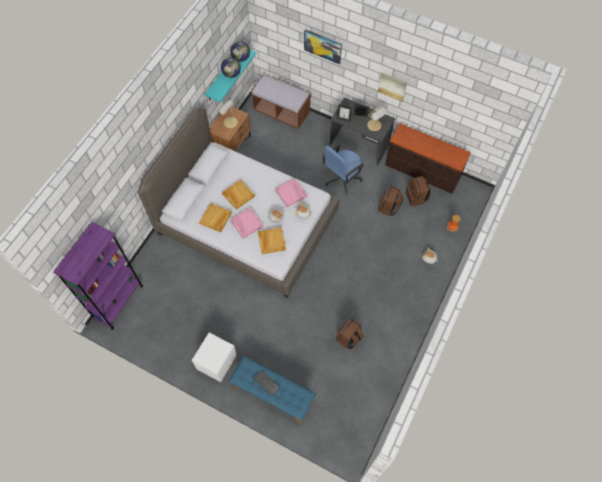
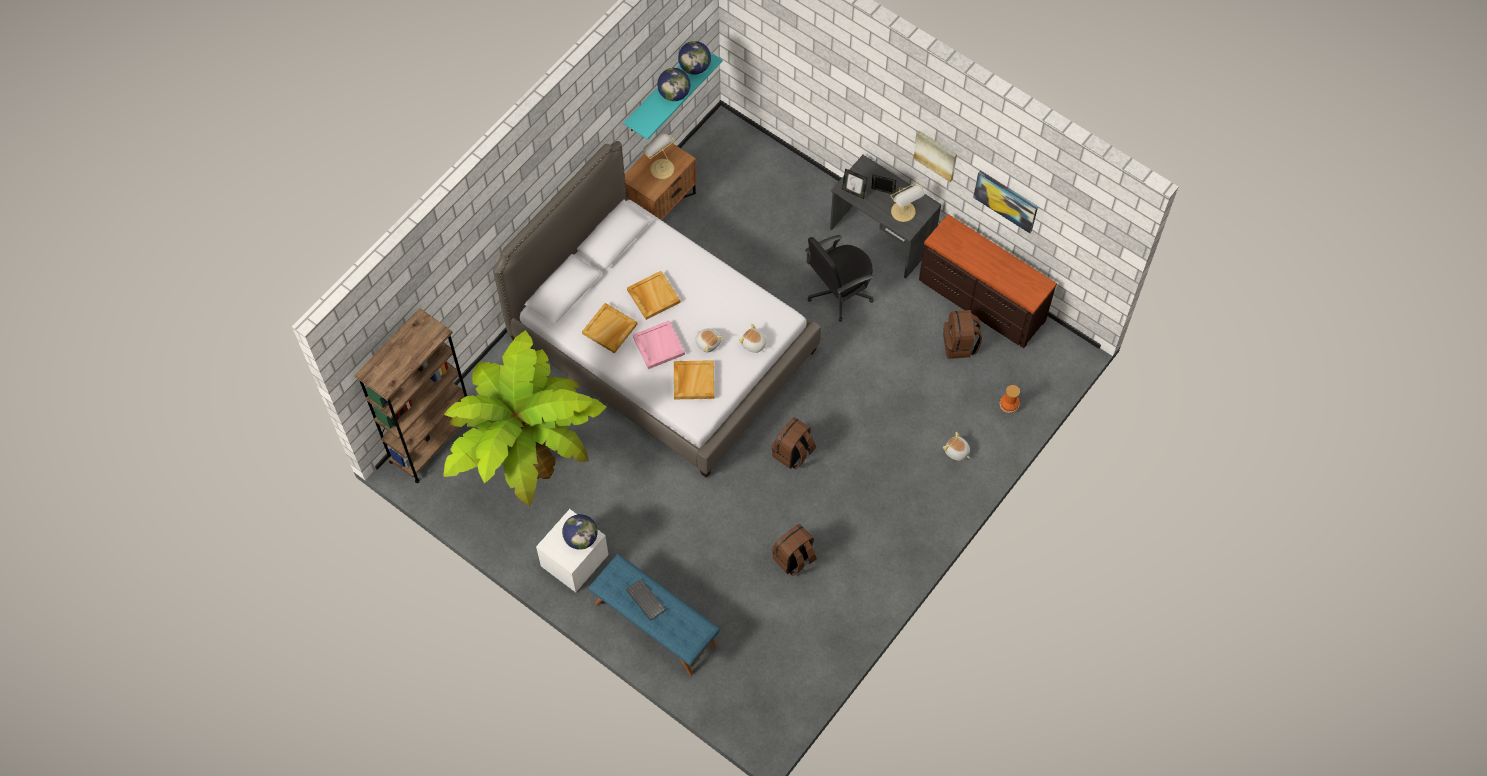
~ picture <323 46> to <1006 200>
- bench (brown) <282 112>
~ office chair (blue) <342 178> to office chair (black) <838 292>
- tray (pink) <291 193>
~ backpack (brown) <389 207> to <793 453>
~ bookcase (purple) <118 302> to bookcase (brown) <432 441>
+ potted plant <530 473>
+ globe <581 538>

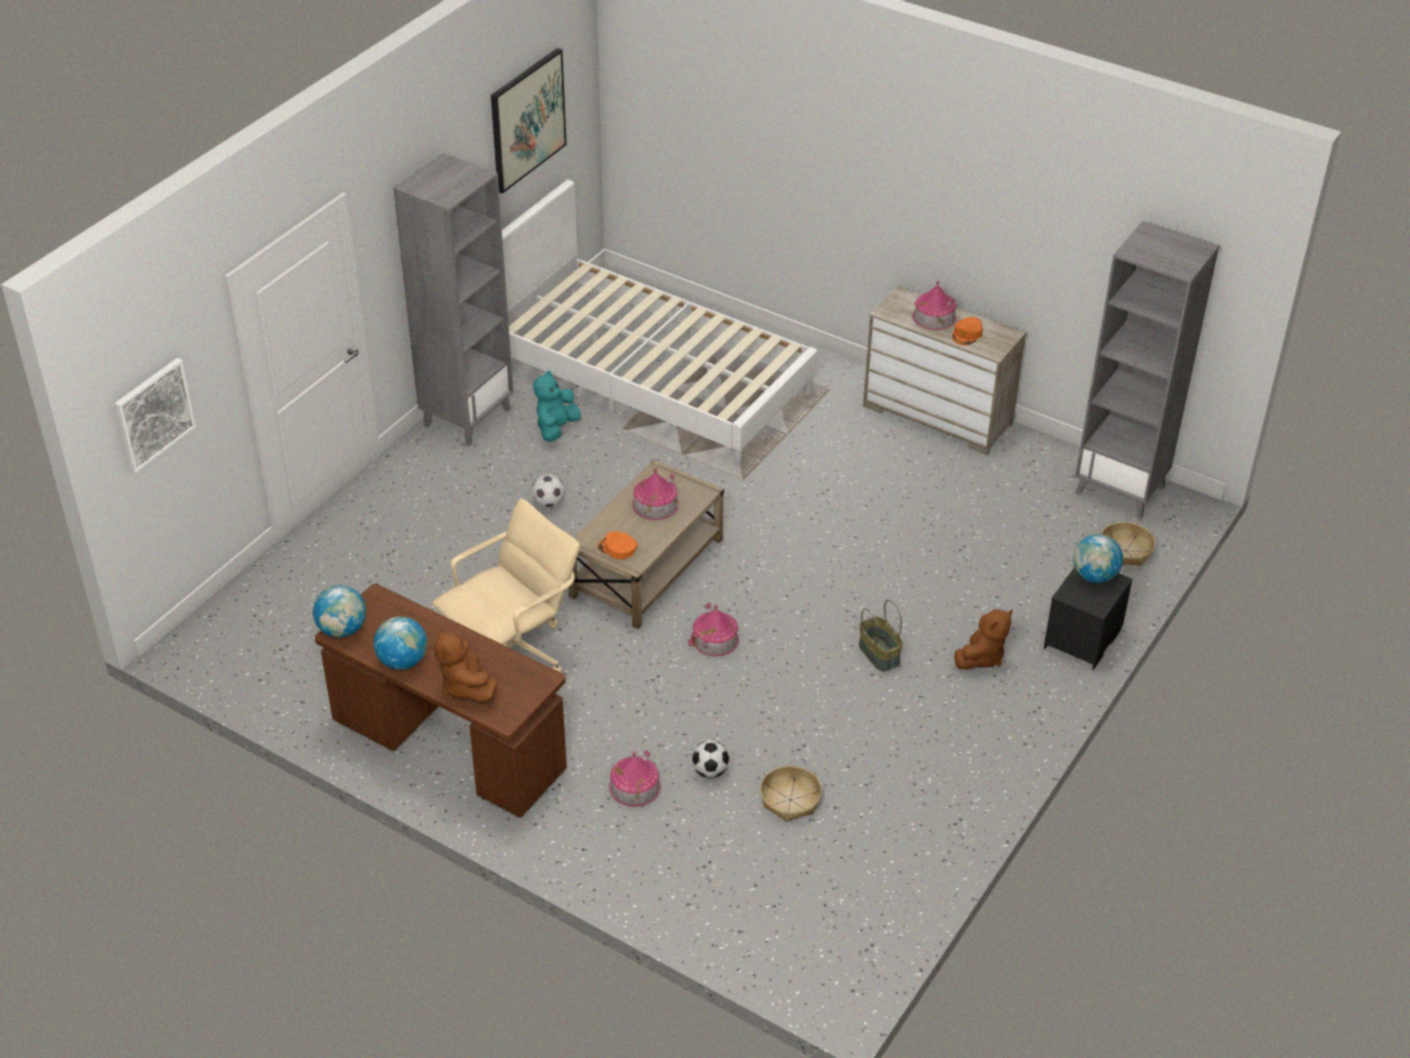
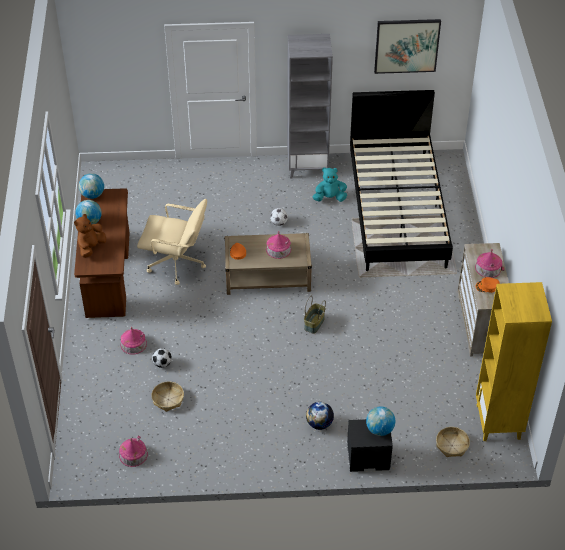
~ bed (white) <650 378> to bed (black) <397 208>
~ bookcase (grey) <1121 489> to bookcase (yellow) <498 422>
- picture <154 414>
~ basket <880 654> to <314 324>
~ toy house <715 639> to <133 455>
~ plush toy (brown) <981 657> to globe <319 423>

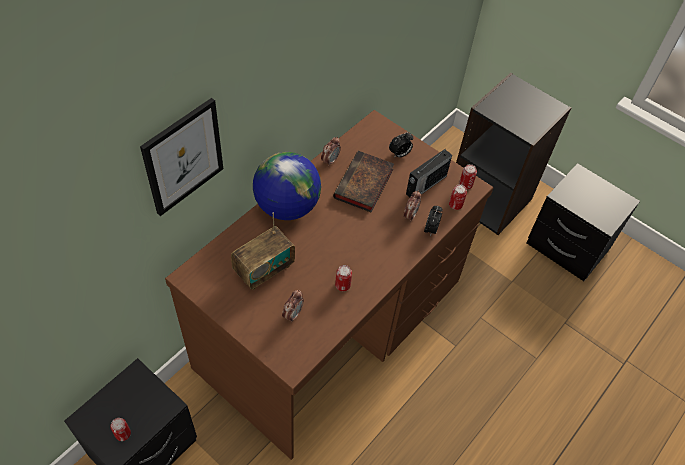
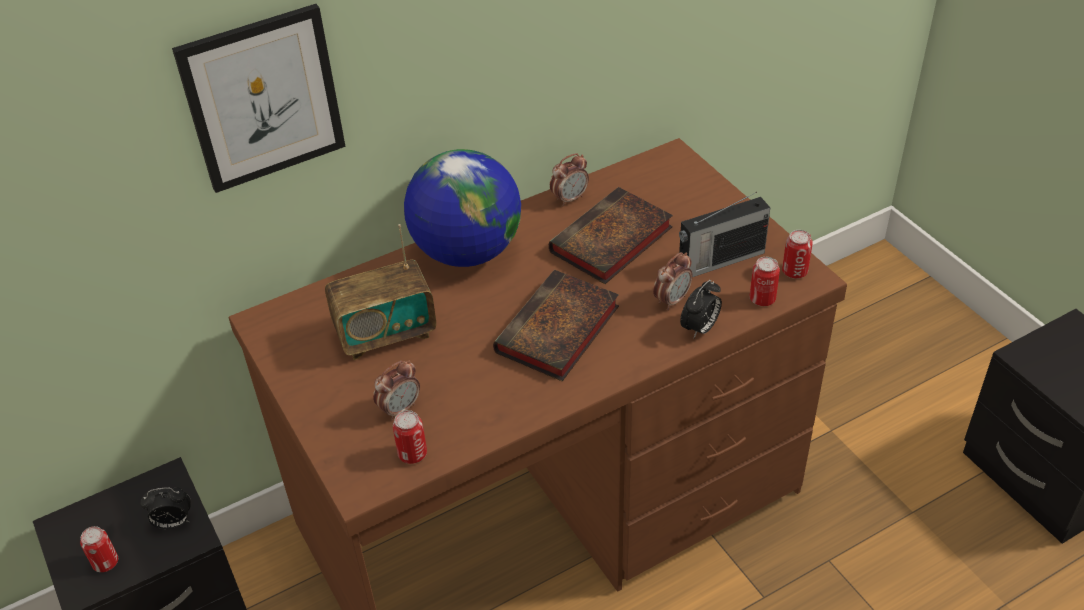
- bookcase (black) <489 199>
~ alarm clock <399 154> to <173 523>
~ can <342 285> to <412 454>
+ book <557 332>

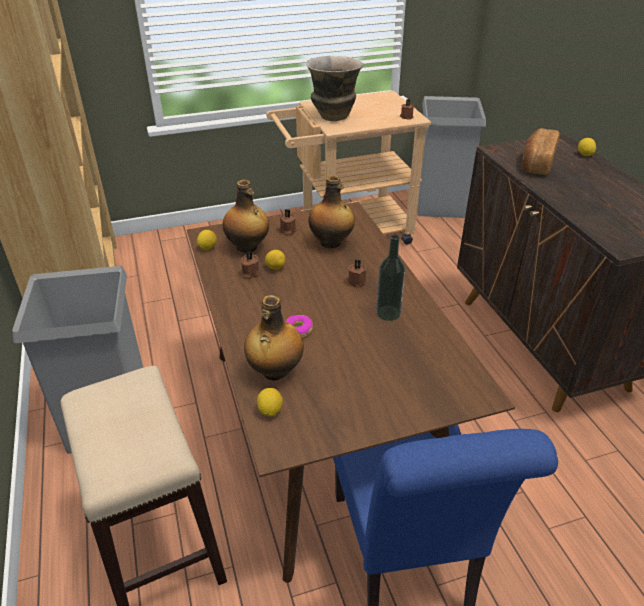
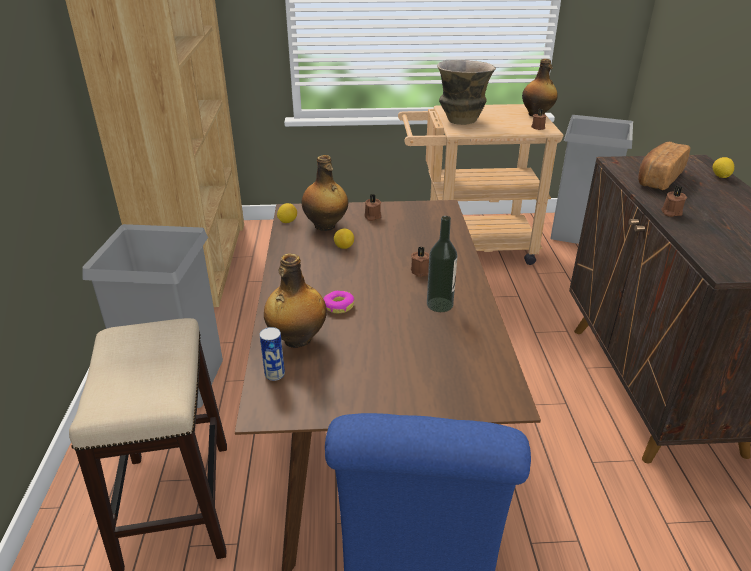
~ bottle <331 243> to <537 115>
~ candle (brown) <249 273> to <670 212>
~ lemon <270 410> to can <274 374>

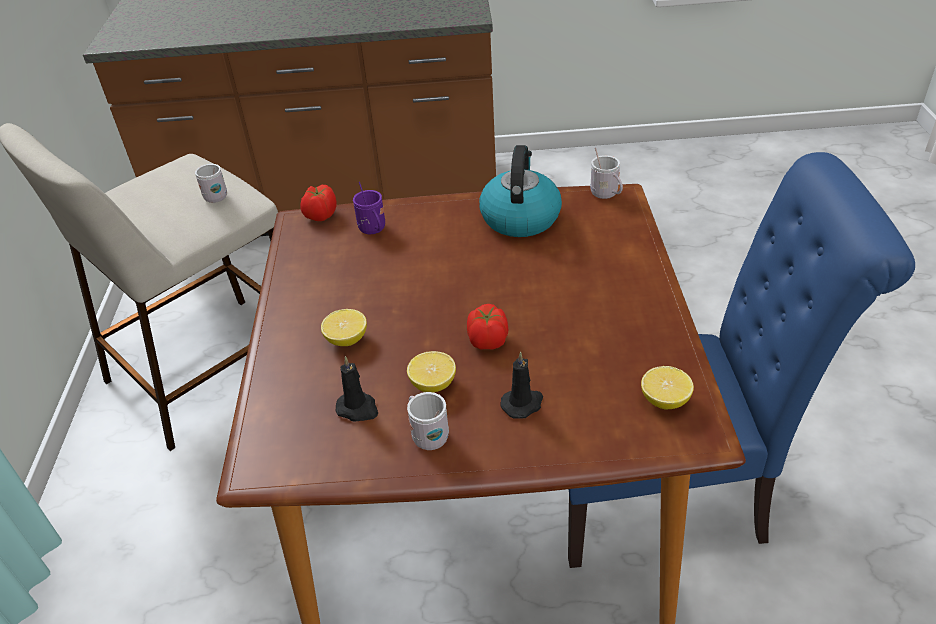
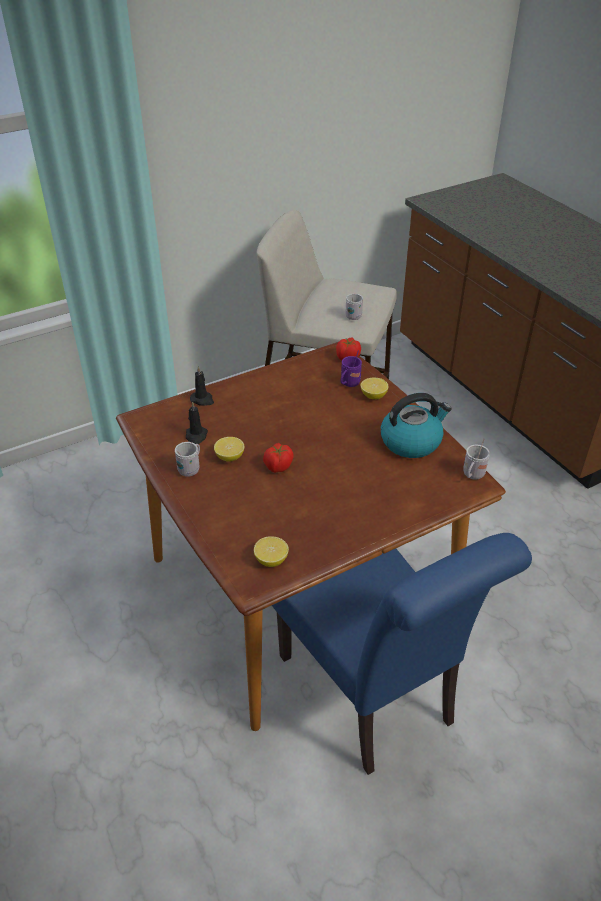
~ lemon <346 340> to <373 396>
~ candle (black) <523 404> to <202 400>

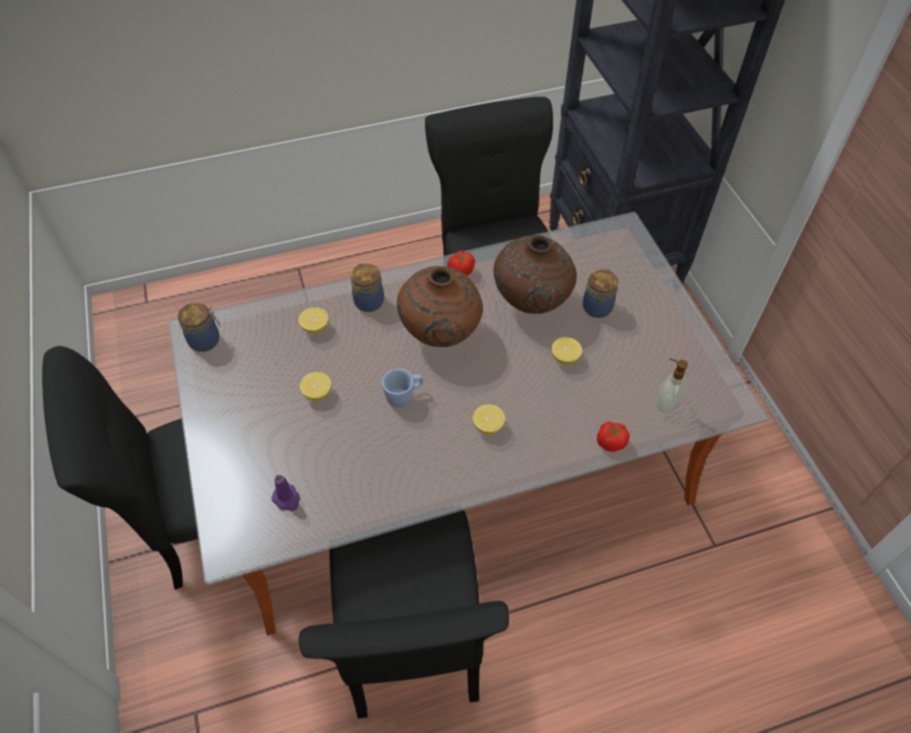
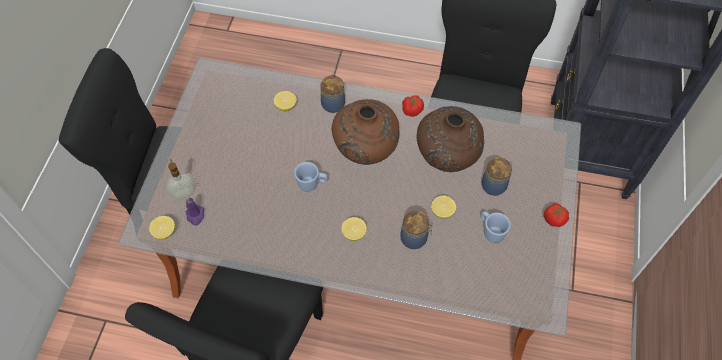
~ jar <206 340> to <415 238>
~ soap dispenser <665 403> to <184 193>
~ lemon <317 393> to <164 232>
~ tomato <610 442> to <554 219>
+ mug (blue) <491 231>

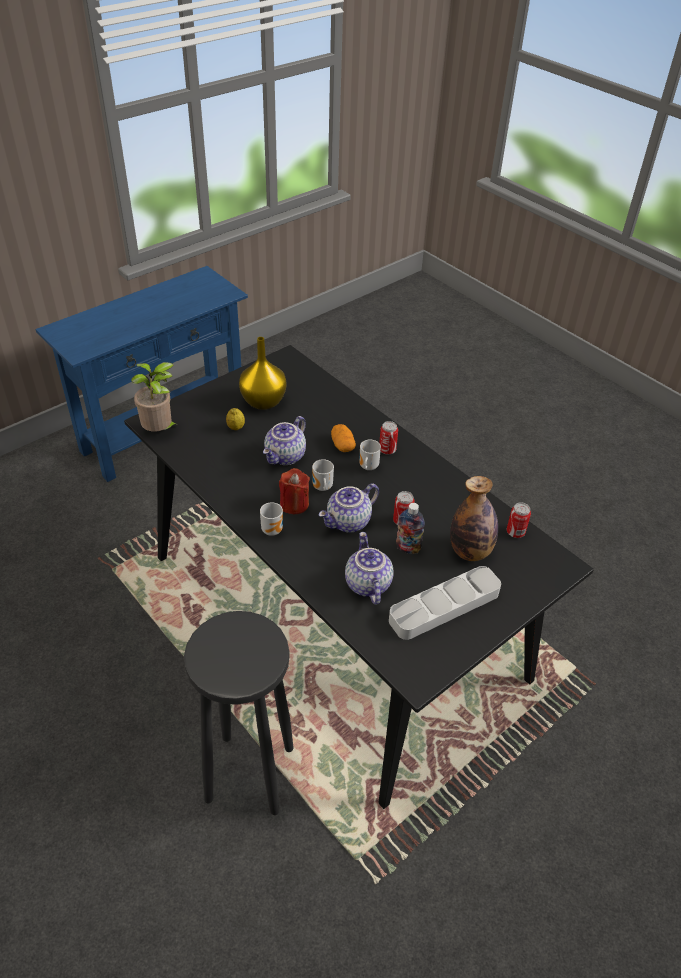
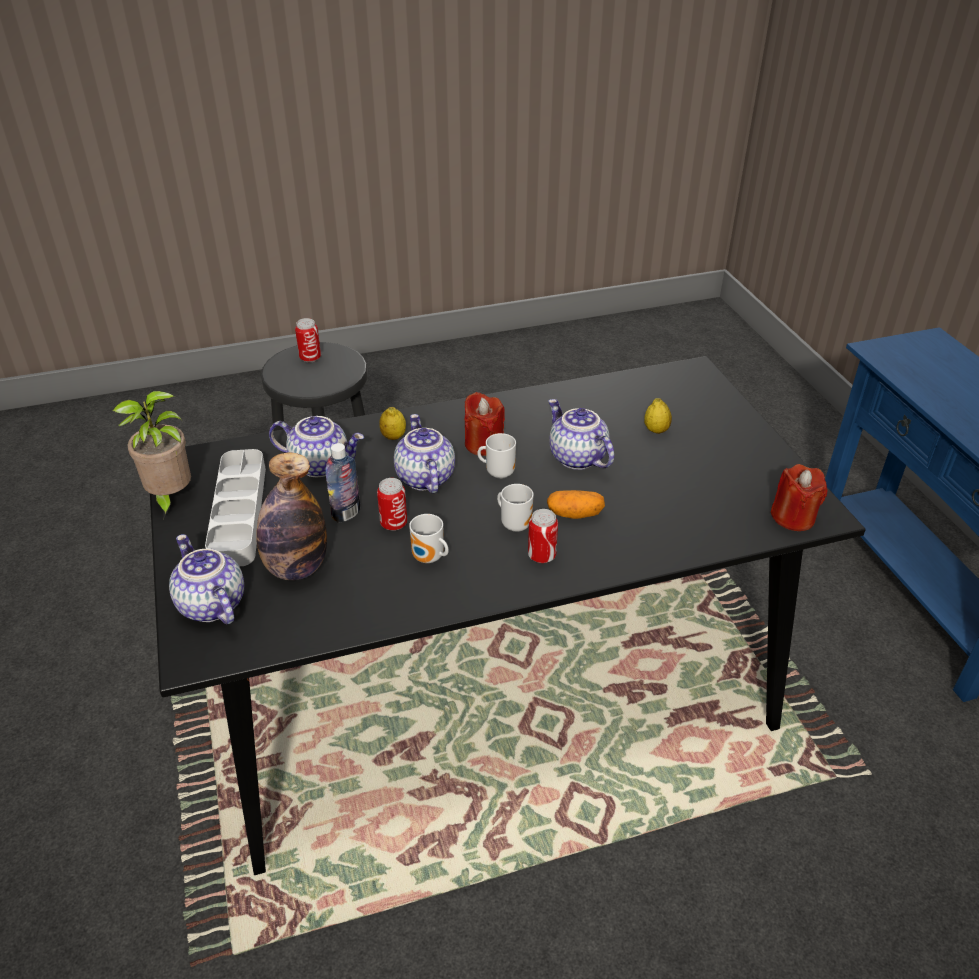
- vase (yellow) <263 401>
~ potted plant <160 431> to <170 499>
~ mug <273 529> to <429 559>
~ can <515 532> to <310 358>
+ lemon <393 437>
+ candle (red) <793 517>
+ teapot <210 605>

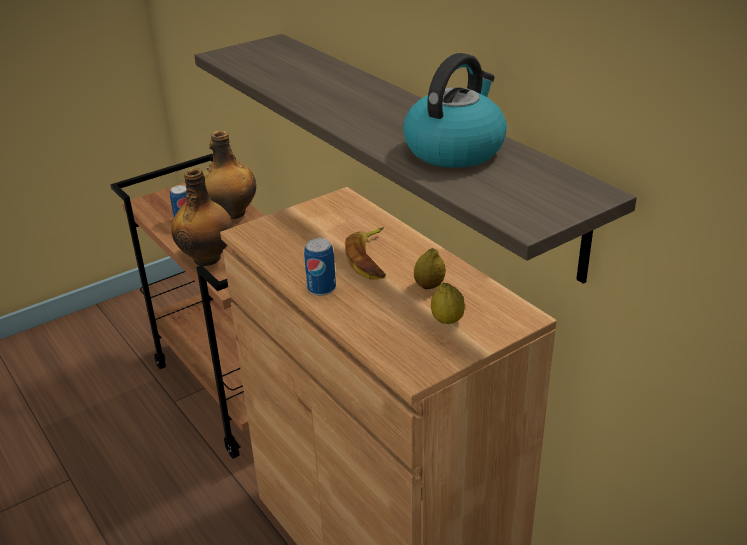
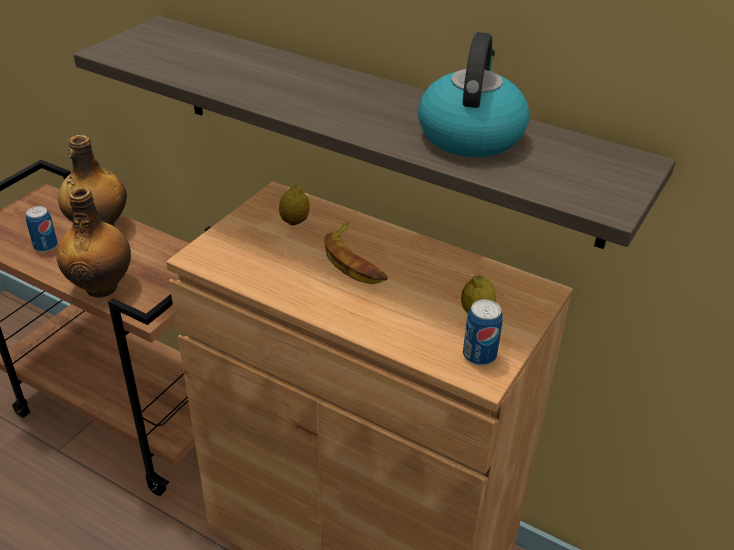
~ can <321 288> to <479 355>
~ lemon <429 286> to <294 221>

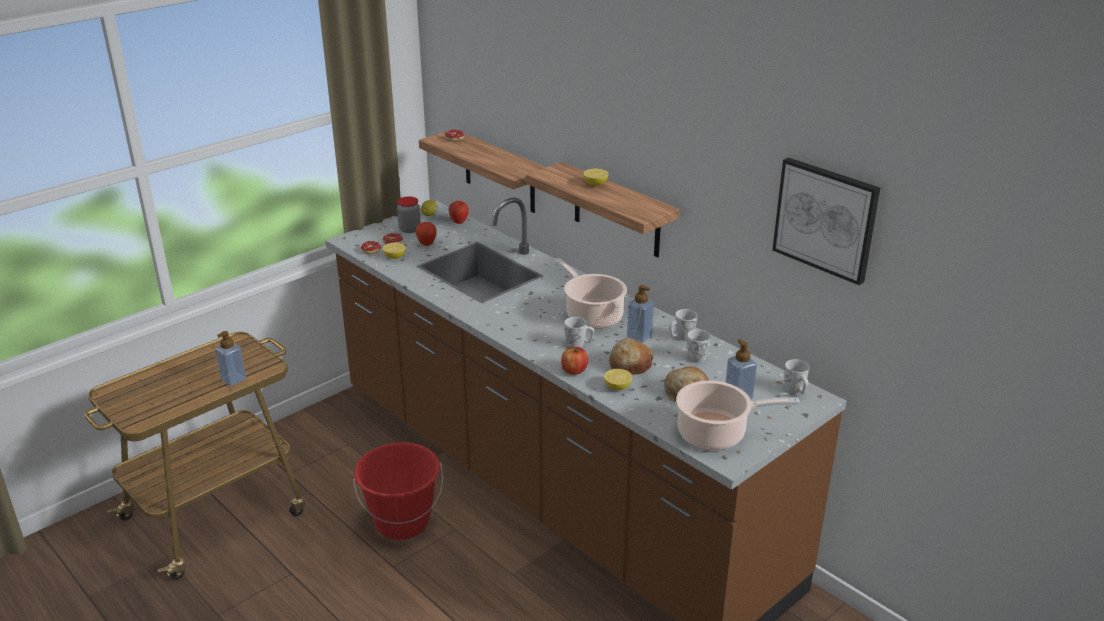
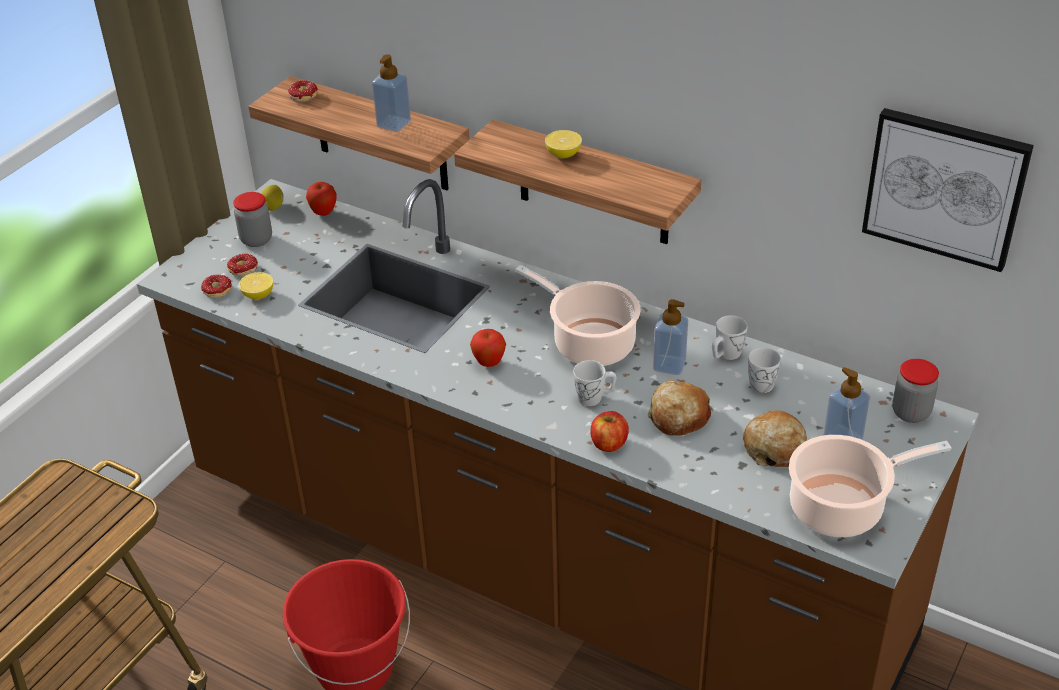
~ apple <426 244> to <489 363>
~ soap dispenser <233 379> to <394 124>
~ mug (white) <796 391> to jar <911 412>
- lemon <617 387>

